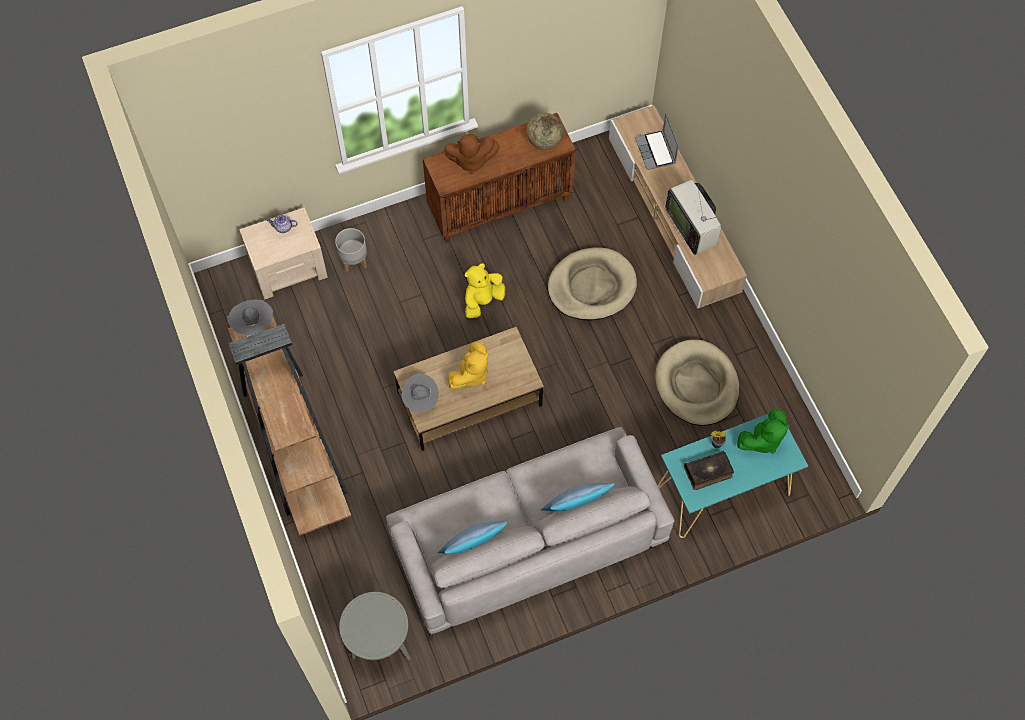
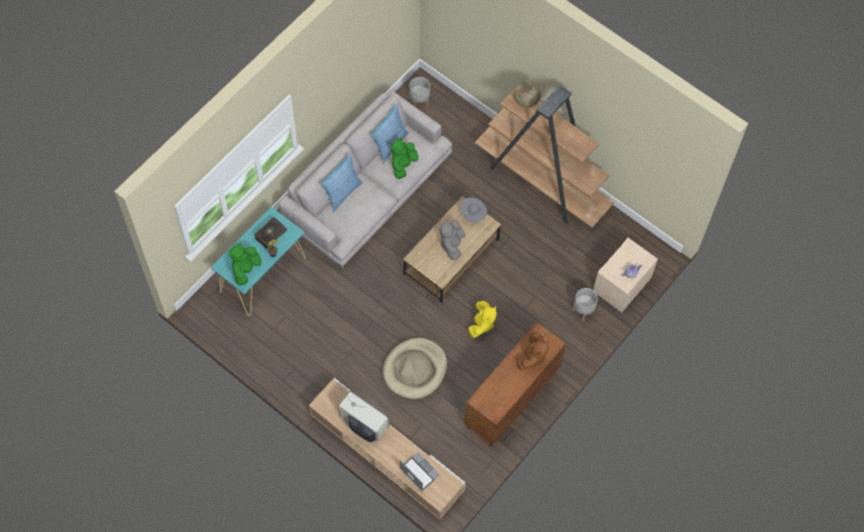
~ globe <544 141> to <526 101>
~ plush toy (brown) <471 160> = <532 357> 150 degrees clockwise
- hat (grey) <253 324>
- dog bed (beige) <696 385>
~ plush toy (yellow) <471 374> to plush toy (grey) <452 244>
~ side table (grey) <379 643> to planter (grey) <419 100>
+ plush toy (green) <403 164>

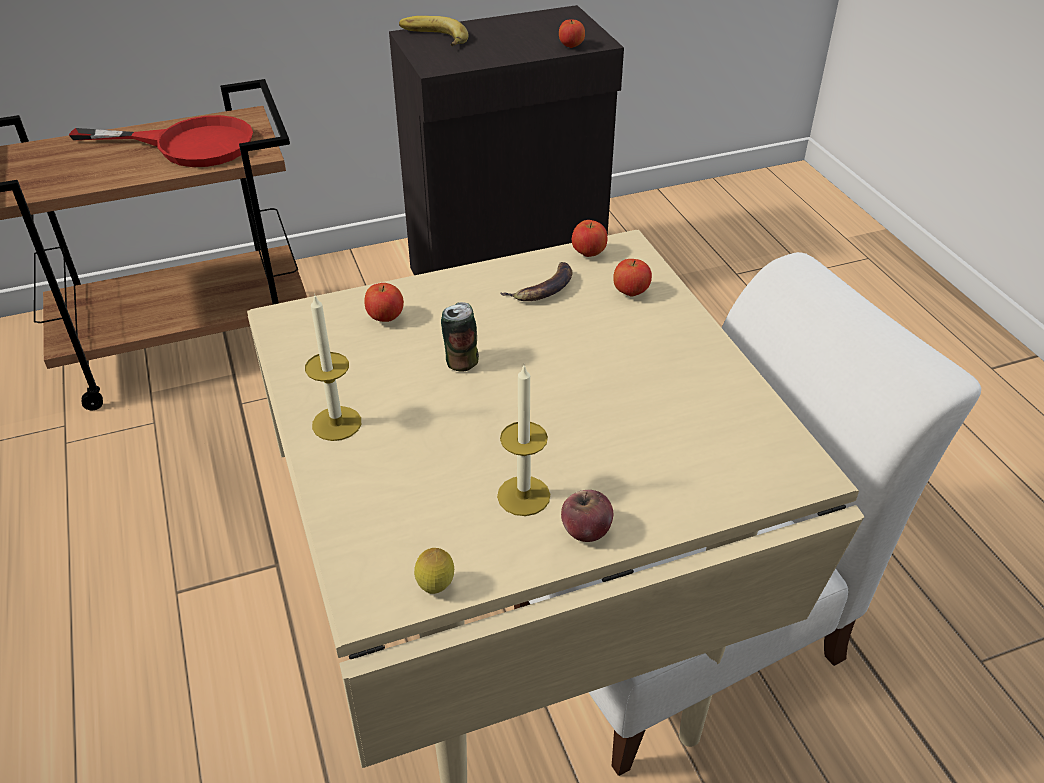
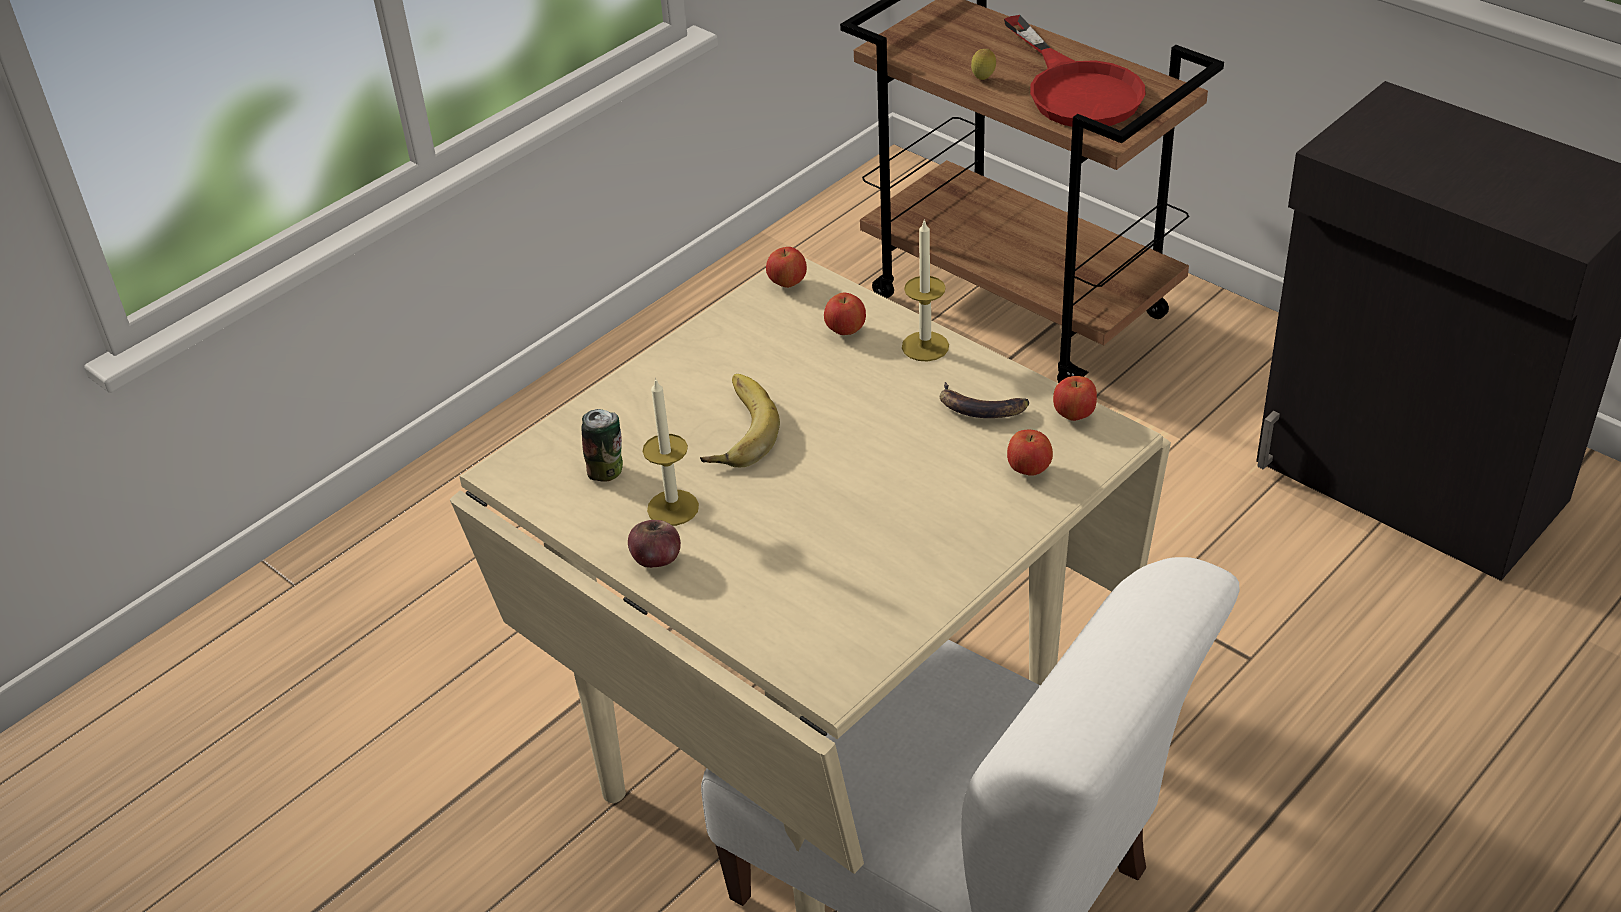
~ banana <432 38> to <734 429>
~ apple <571 46> to <787 284>
~ candle <336 423> to <925 346>
~ can <461 361> to <607 471>
~ lemon <436 588> to <983 79>

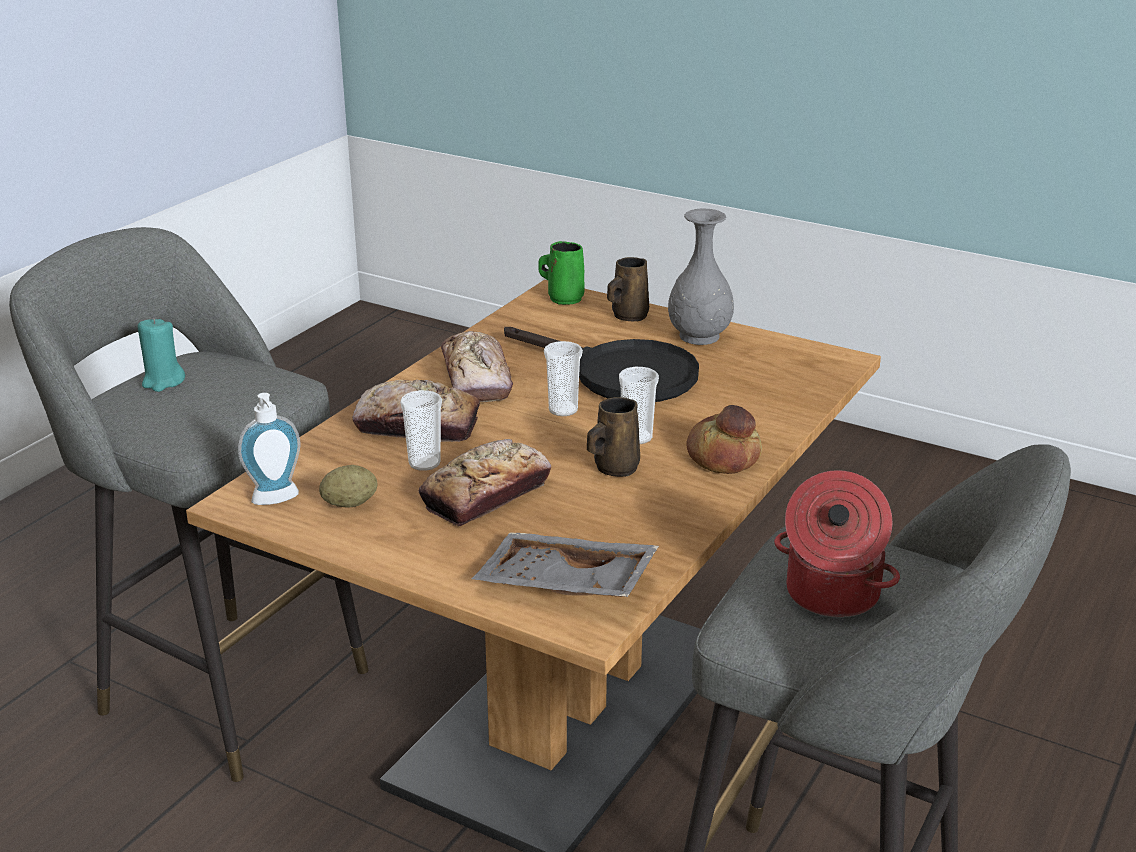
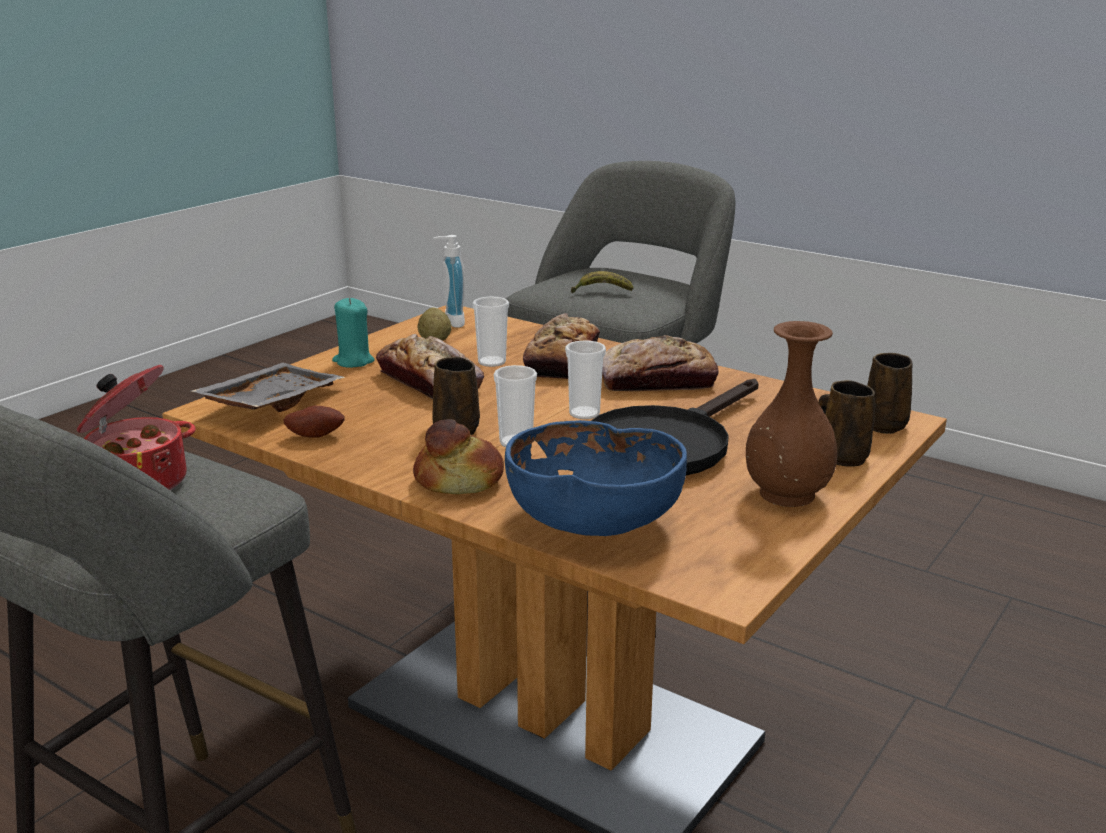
~ vase (grey) <698 336> to vase (brown) <787 493>
~ mug (green) <563 298> to mug (brown) <885 424>
~ candle (turquoise) <163 382> to <353 361>
+ banana <601 291>
+ potato <316 435>
+ bowl (blue) <593 523>

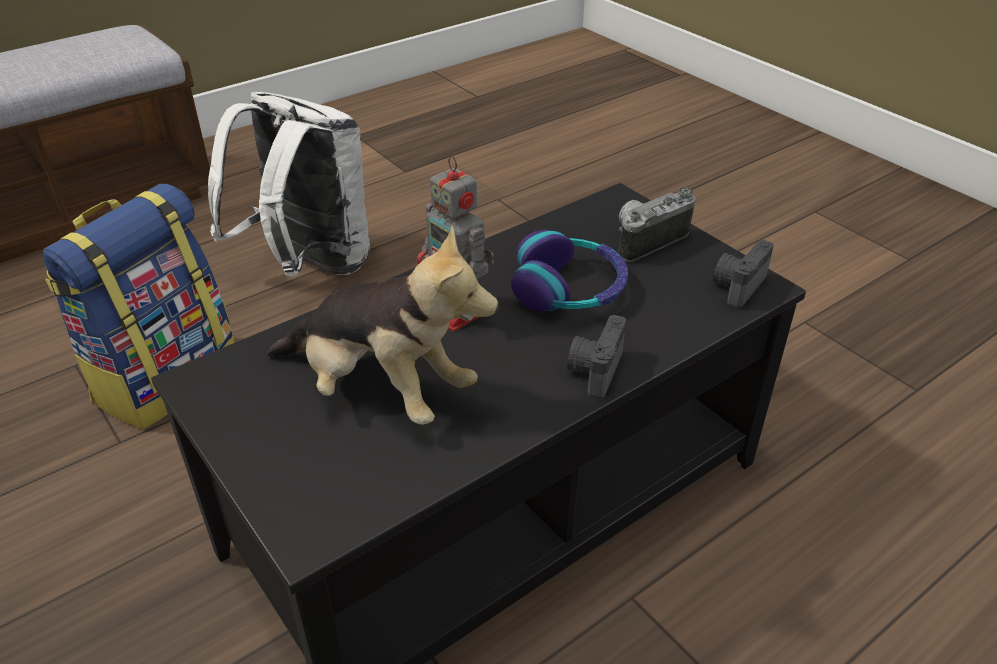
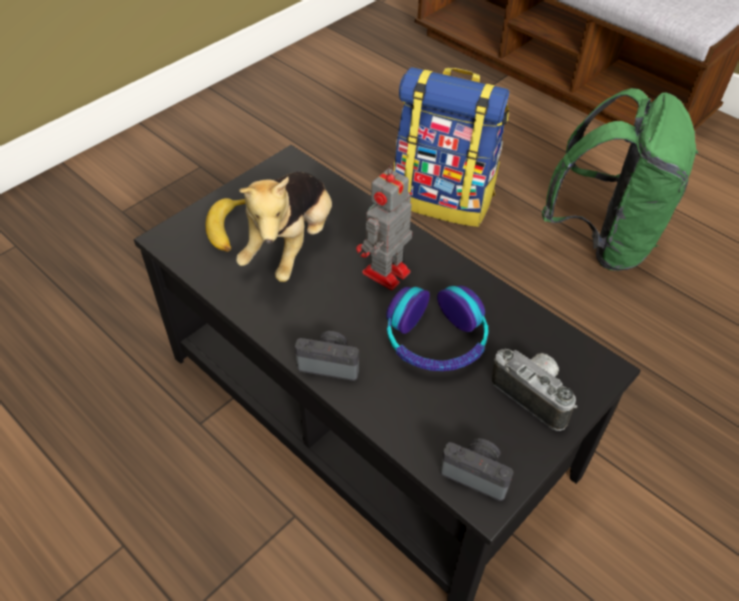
~ backpack (white) <309 266> to backpack (green) <603 239>
+ banana <229 230>

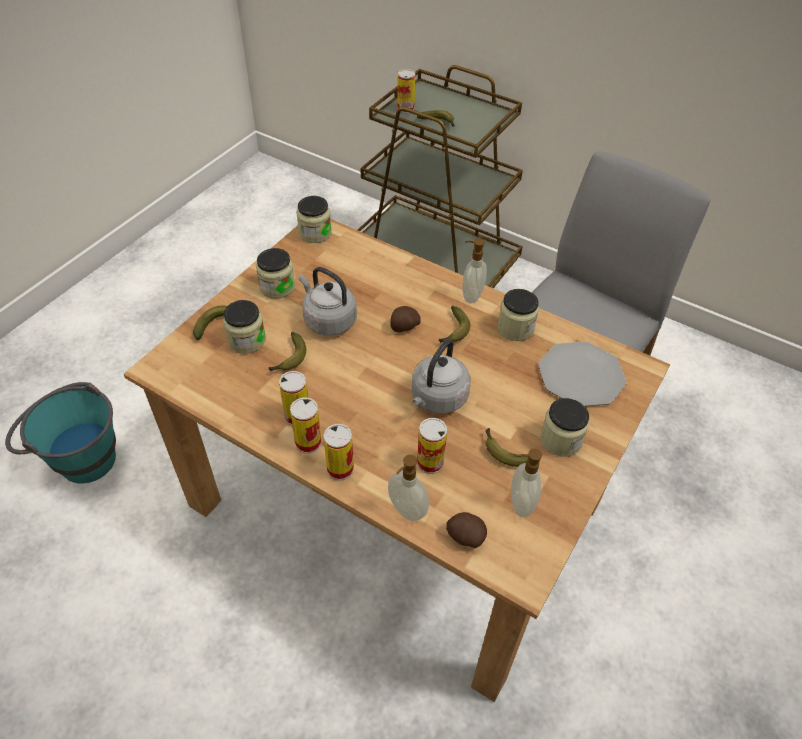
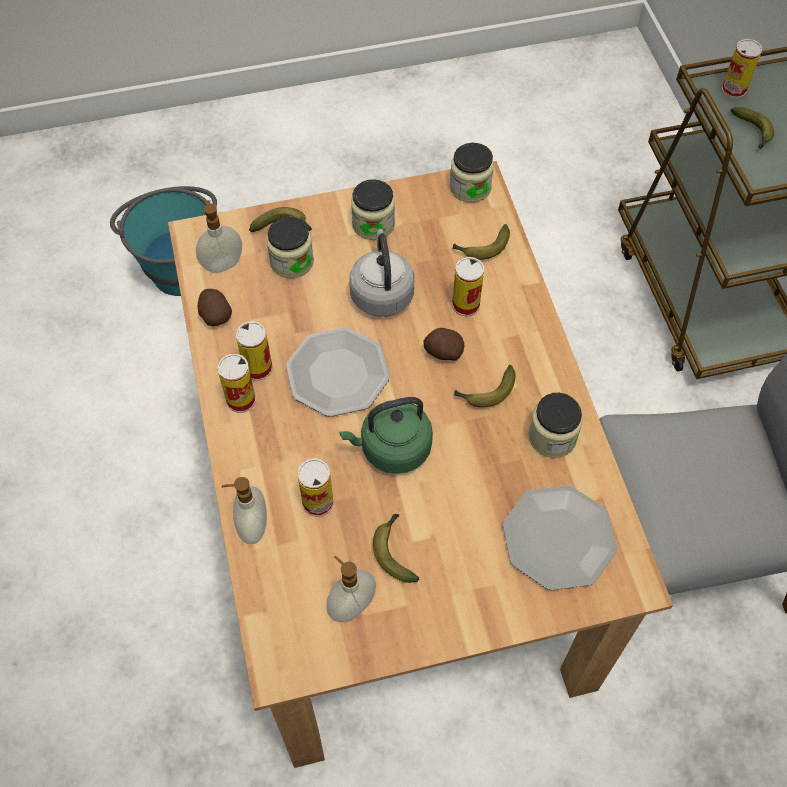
~ soap dispenser <471 295> to <222 264>
~ banana <289 359> to <482 248>
~ kettle (grey) <437 399> to kettle (green) <392 449>
- jar <560 440>
~ can <340 469> to <466 305>
~ potato <465 536> to <215 315>
+ plate <338 373>

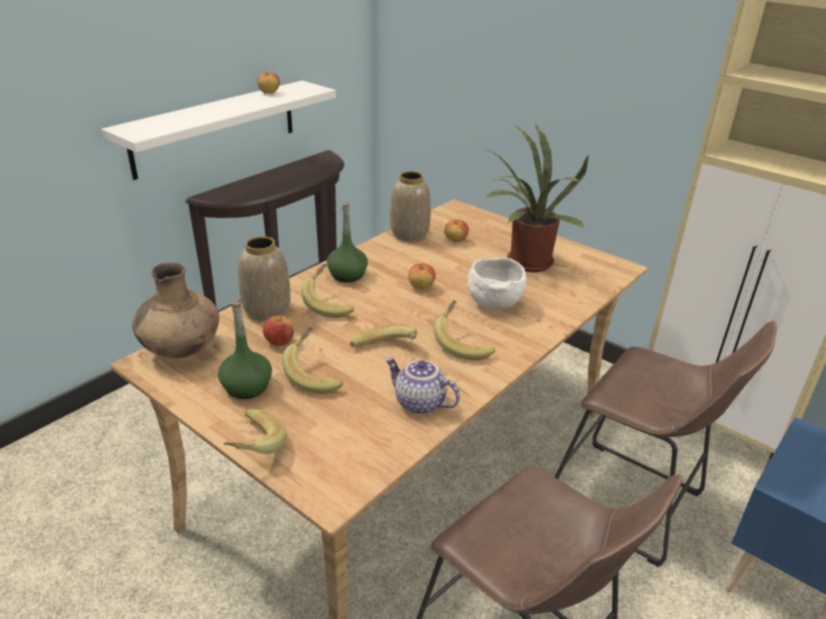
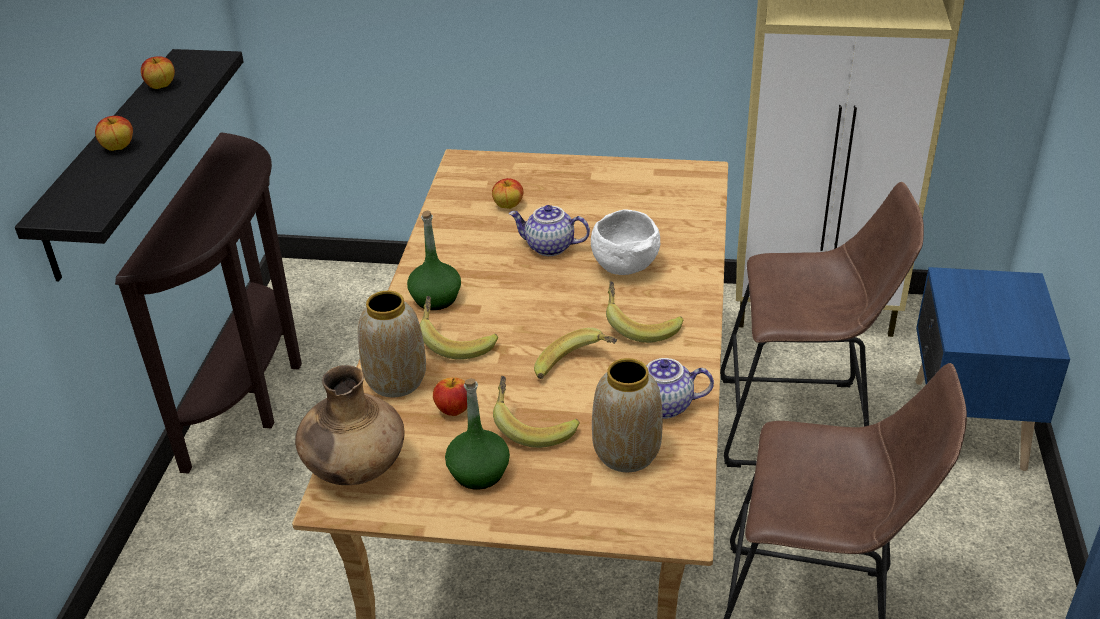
~ shelf (white) <216 128> to shelf (black) <112 162>
- potted plant <525 263>
~ vase <410 234> to <627 453>
~ apple <421 287> to <118 147>
- banana <251 447>
+ teapot <549 247>

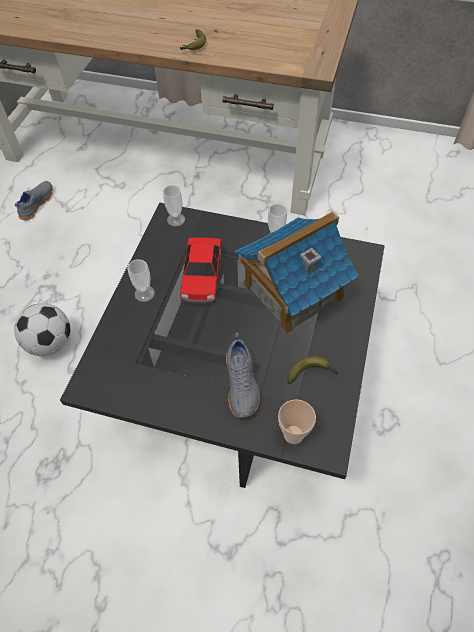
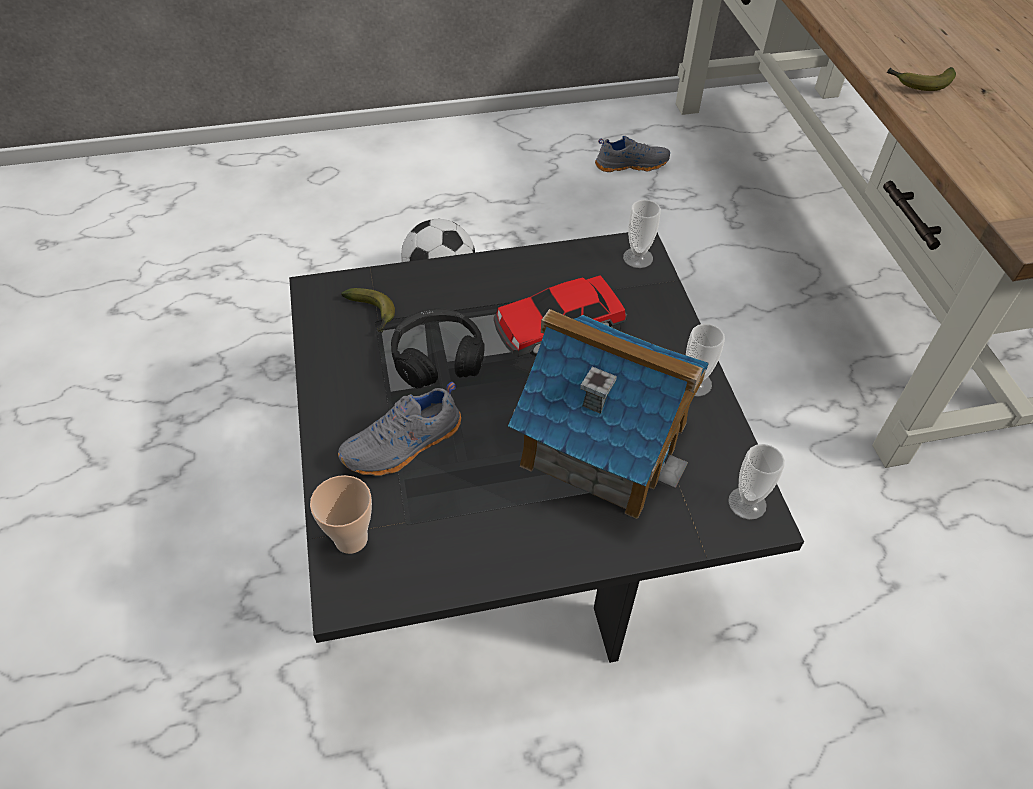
~ cup <144 293> to <747 503>
~ banana <311 373> to <373 314>
+ headphones (black) <438 358>

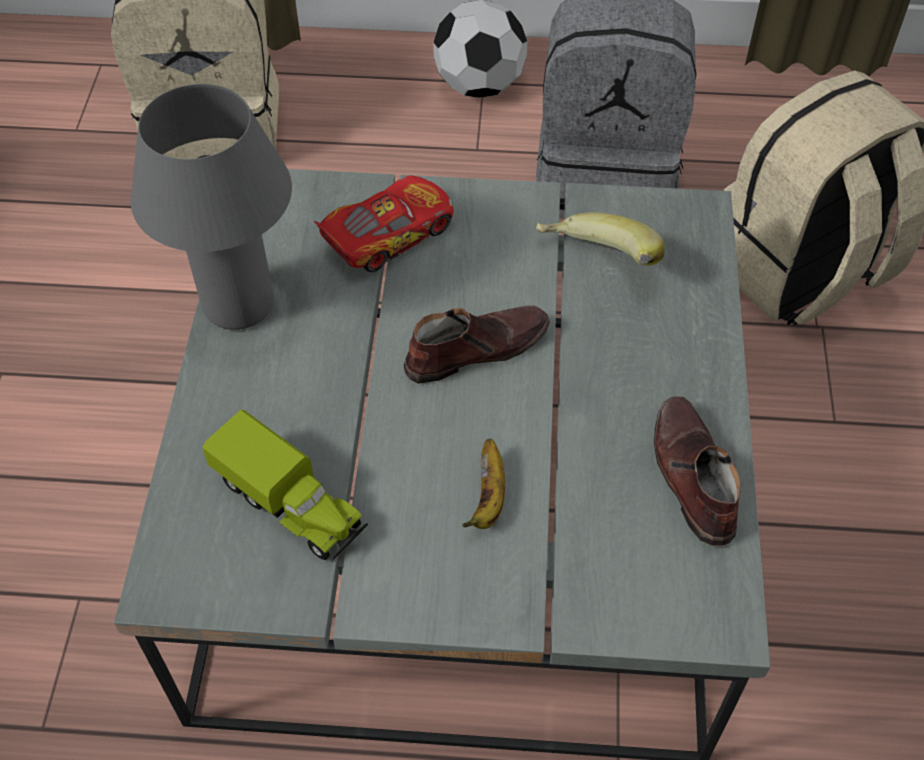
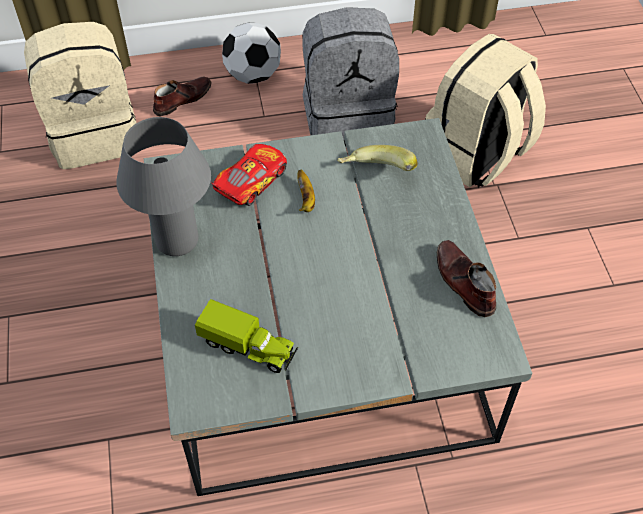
~ shoe (brown) <475 349> to <182 99>
~ banana <488 498> to <306 199>

